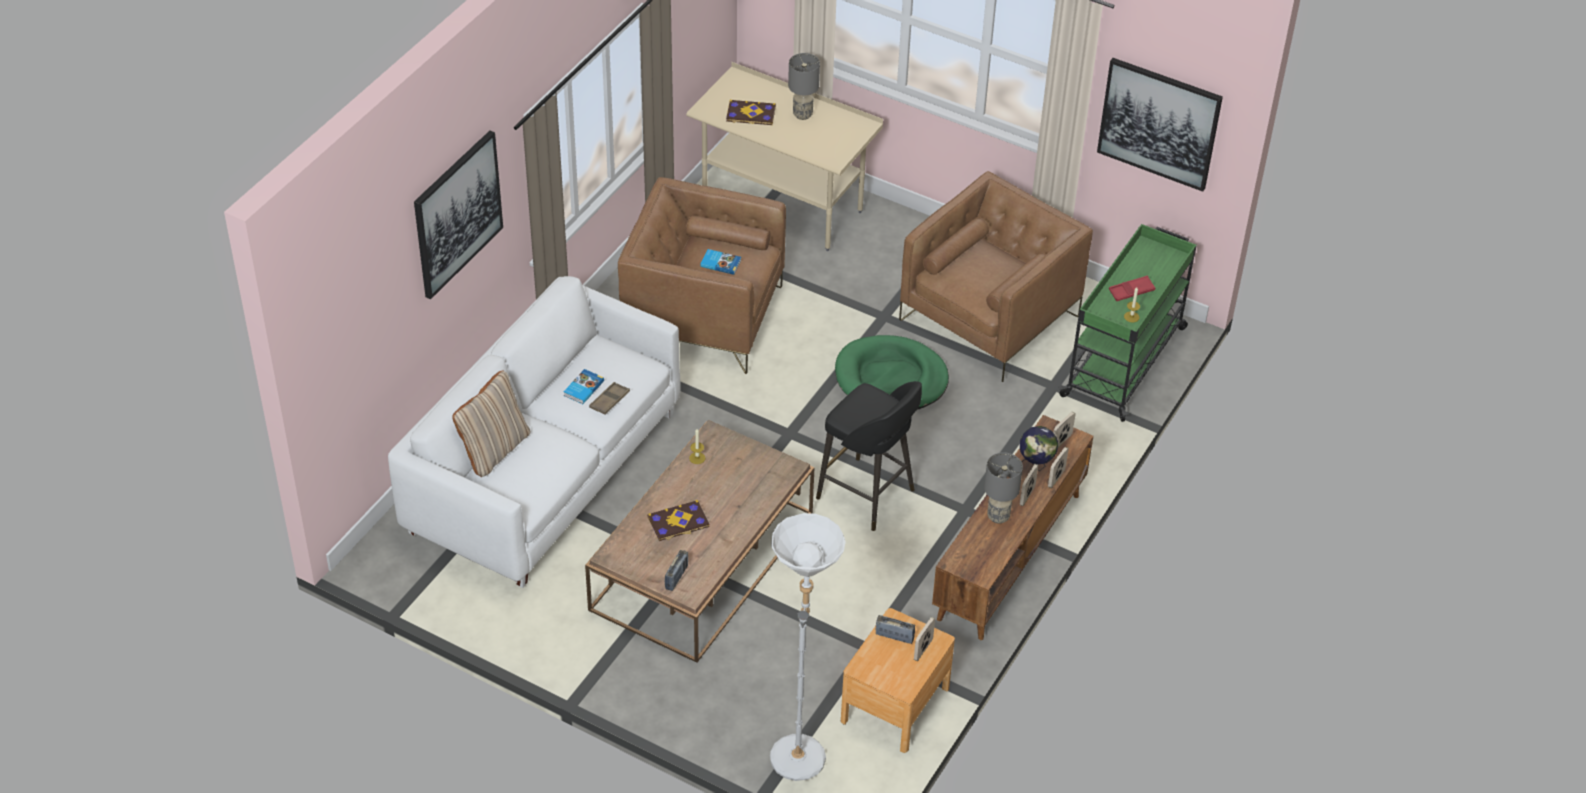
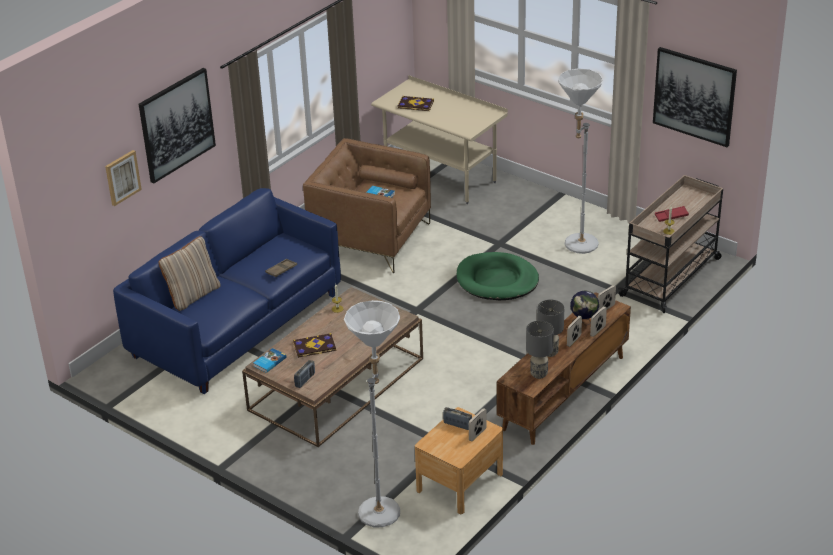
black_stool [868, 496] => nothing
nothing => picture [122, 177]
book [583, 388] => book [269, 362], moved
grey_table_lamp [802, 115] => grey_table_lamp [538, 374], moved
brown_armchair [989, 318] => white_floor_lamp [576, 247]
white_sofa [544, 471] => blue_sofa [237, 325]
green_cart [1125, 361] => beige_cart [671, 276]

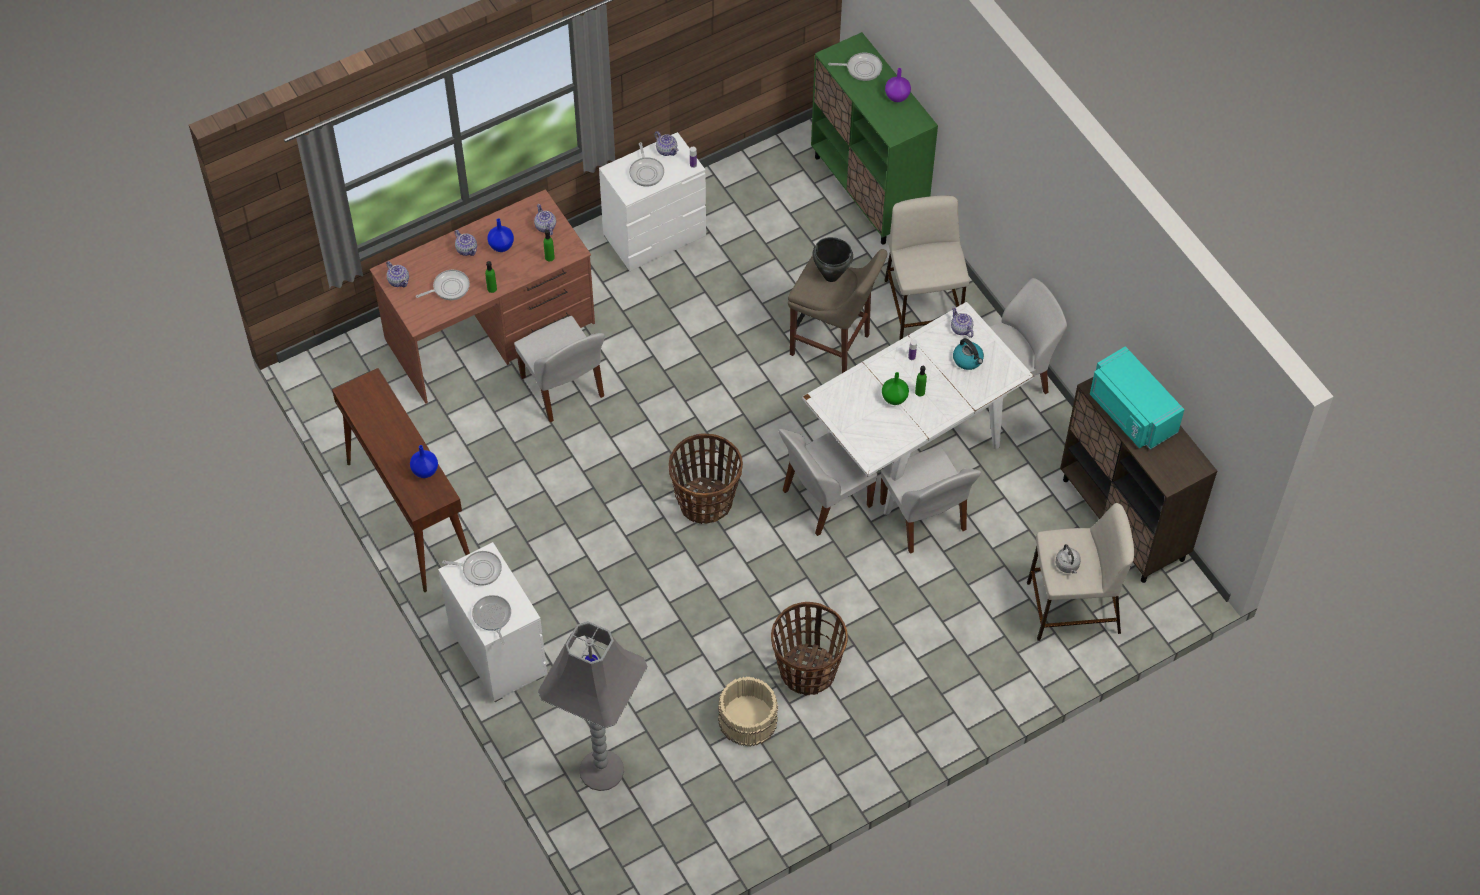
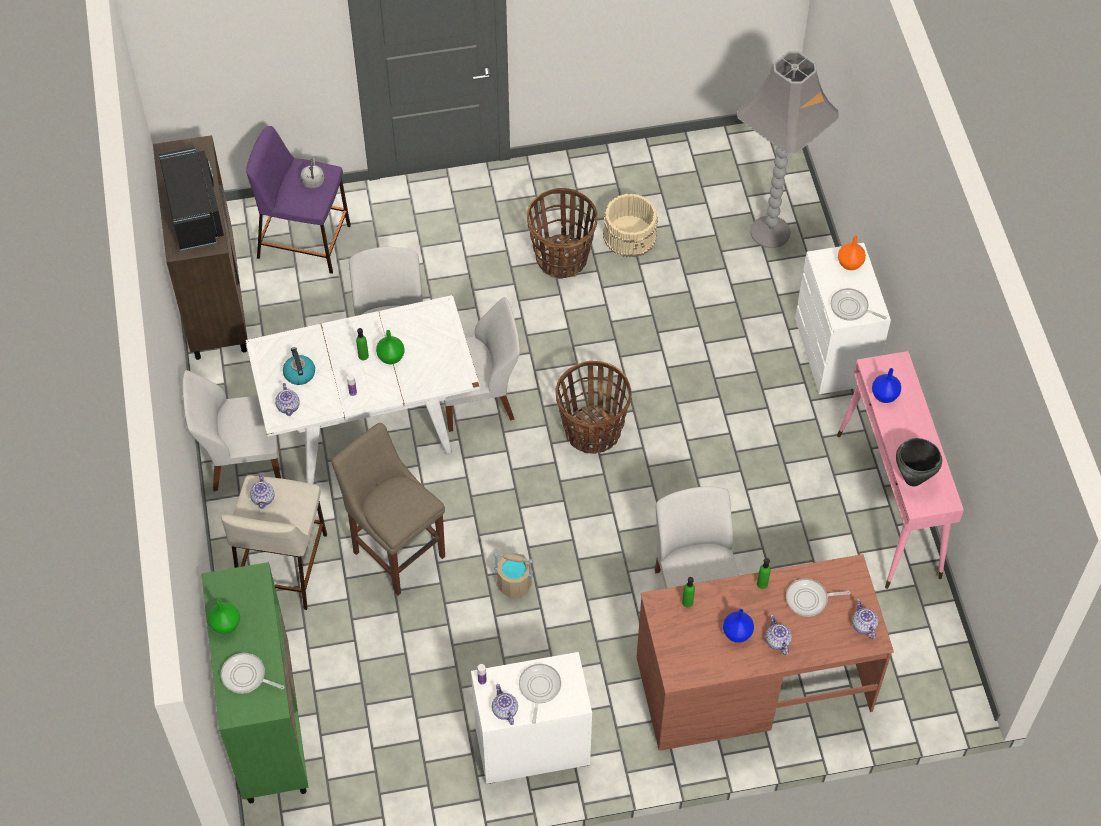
nothing => beige_bucket [514, 584]
teapot [545, 227] => teapot [263, 498], moved
black_cooking_pot [831, 275] => black_cooking_pot [913, 479], moved
frying_pan [492, 617] => orange_vase [850, 263]
brown_console_table [409, 514] => pink_console_table [888, 506]
purple_vase [897, 96] => green_vase [226, 625]
beige_stool [1072, 608] => purple_stool [305, 241]
turquoise_microwave [1130, 413] => black_microwave [196, 212]

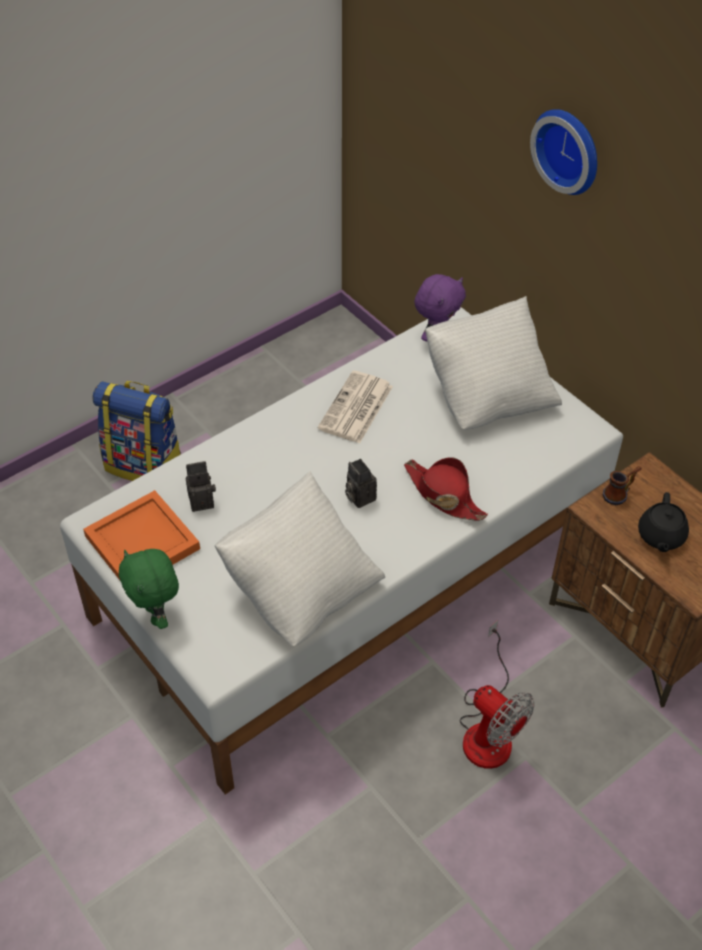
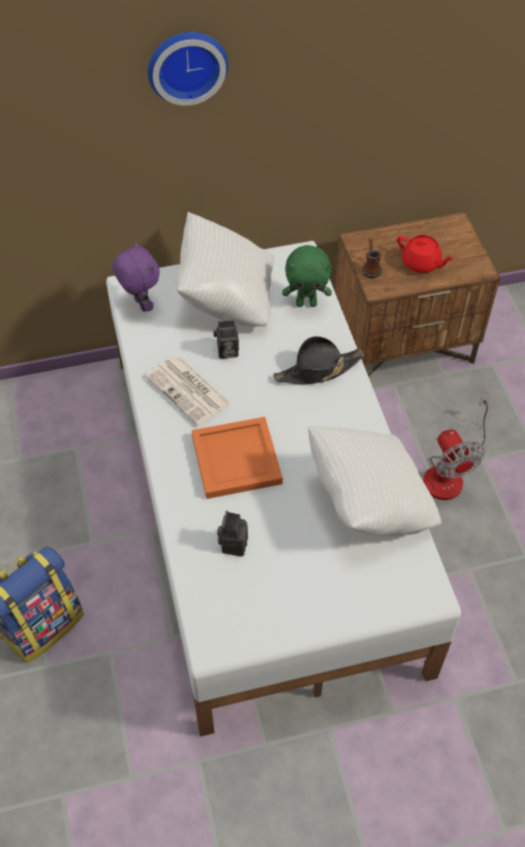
orange_tray [140, 542] => orange_tray [235, 461], moved
green_plush_toy [157, 615] => green_plush_toy [306, 303], moved
photo_camera [359, 496] => photo_camera [226, 352], moved
red_hat [443, 495] => black_hat [318, 370]
black_teapot [660, 536] => red_teapot [421, 263]
fan [488, 729] => fan [449, 472], 90 degrees clockwise

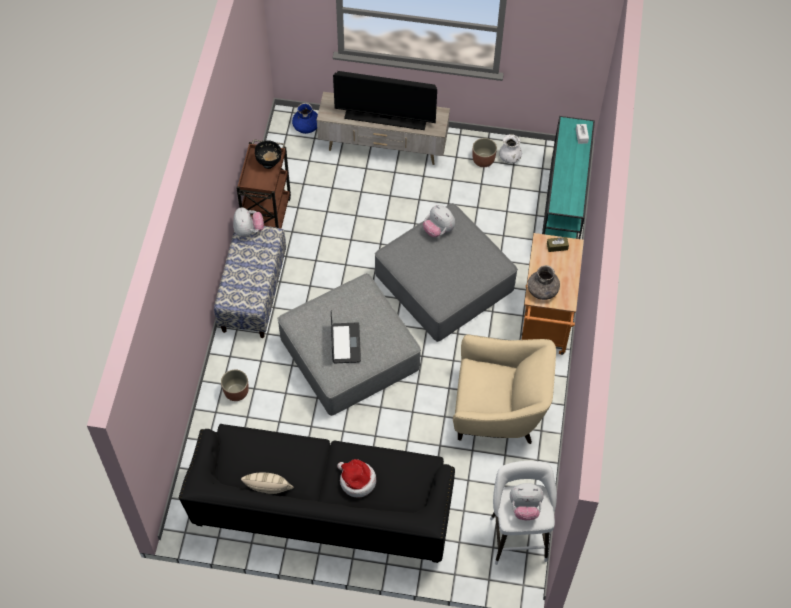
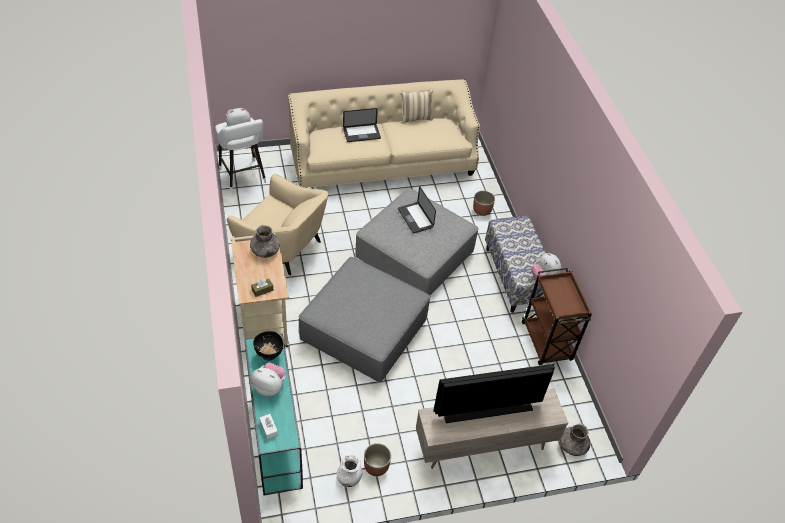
black_bowl [269, 163] => black_bowl [269, 355], moved
plush_toy [438, 230] => plush_toy [270, 387], moved
hat [356, 481] => laptop [361, 134]
black_sofa [323, 508] => beige_sofa [382, 162]
blue_vase [306, 126] => grey_vase [572, 446]
orange_cart [544, 325] => beige_cart [262, 318]
beige_armchair [498, 410] => beige_armchair [282, 246], 135 degrees counterclockwise

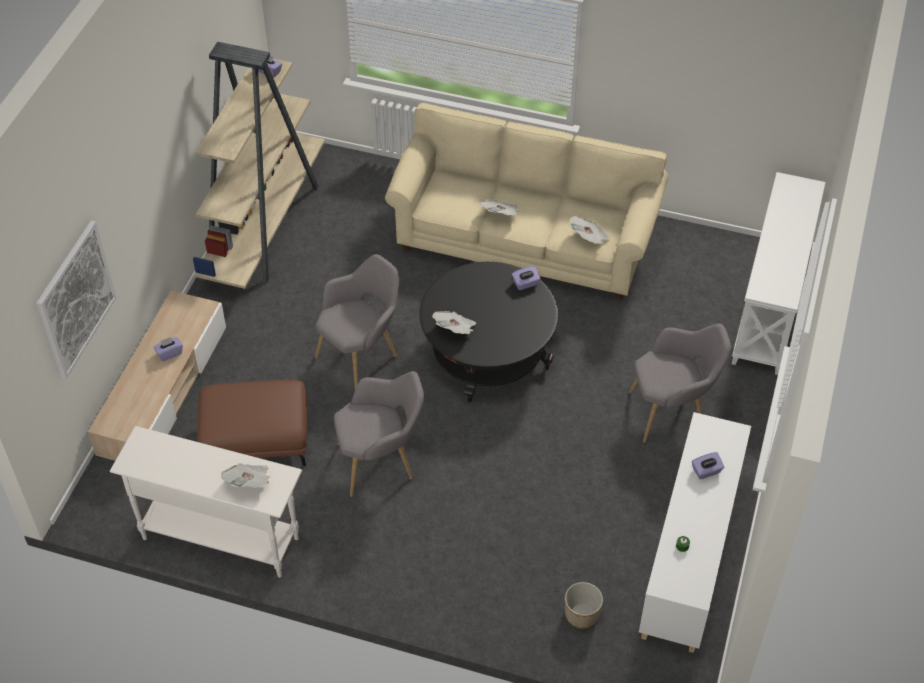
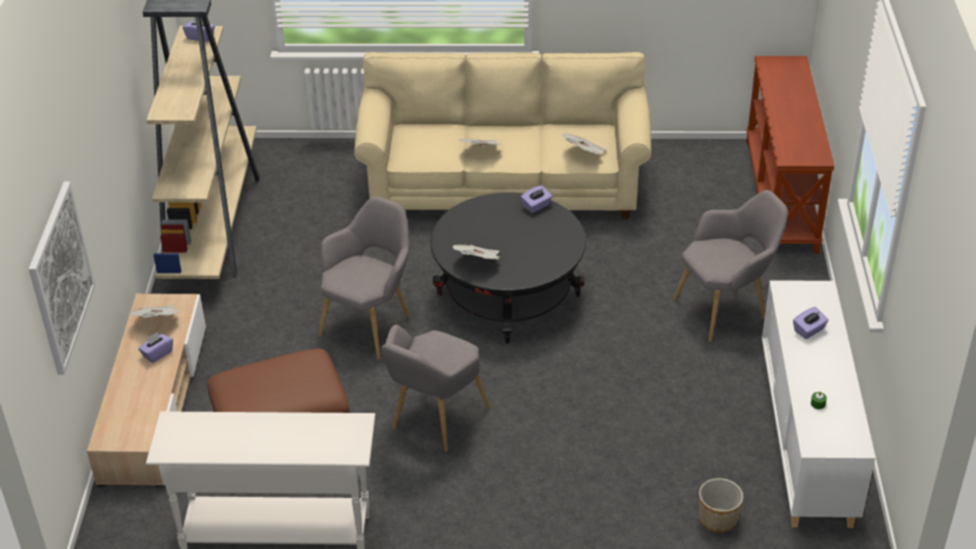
newspaper [249, 482] => newspaper [158, 321], moved
white_console_table [771, 306] => brown_console_table [782, 195]
grey_armchair [381, 462] => grey_armchair [434, 421], 150 degrees clockwise

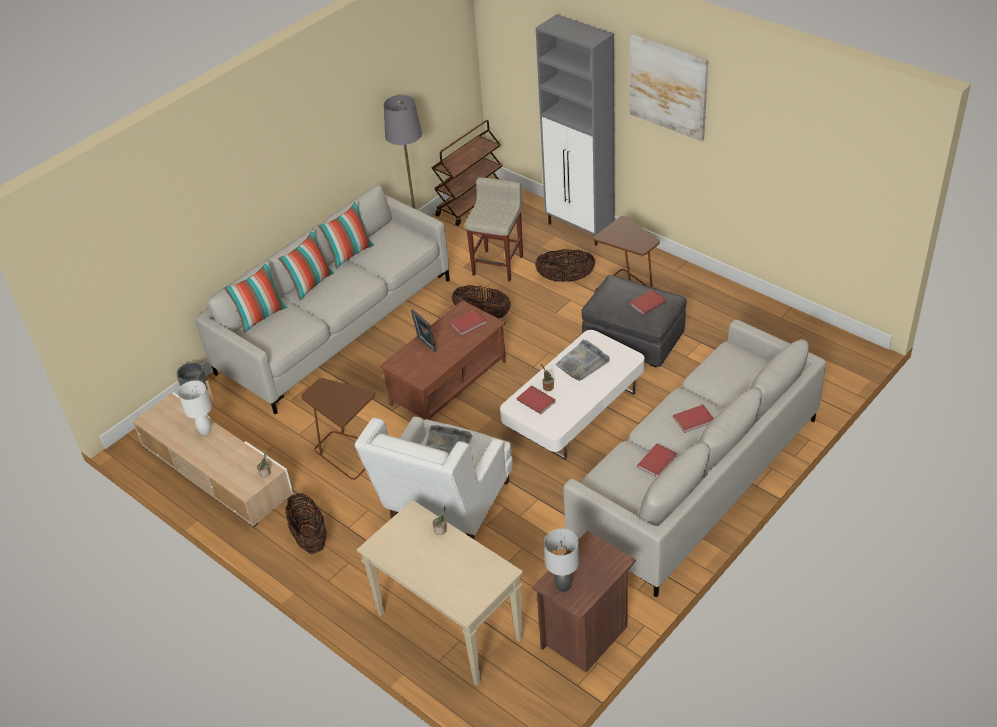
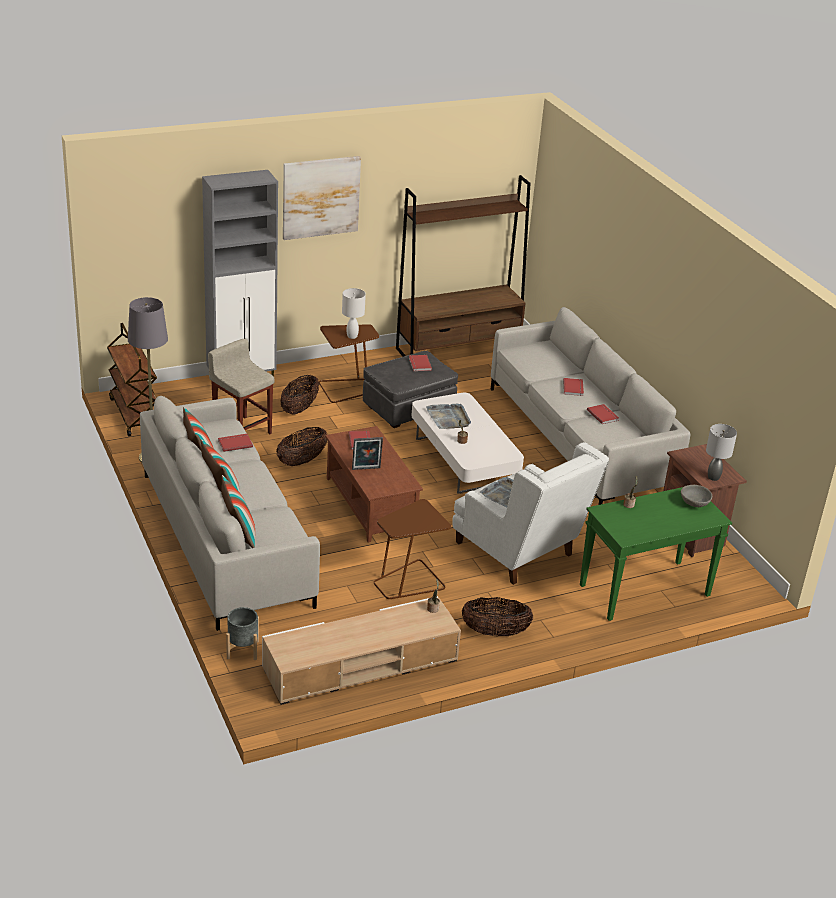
nothing => brown_bookcase [459, 348]
nothing => grey_bowl [694, 503]
white_table_lamp [205, 431] => white_table_lamp [352, 336], moved
red_book [536, 400] => red_book [234, 443], moved
beige_console_table [448, 626] => green_console_table [644, 591]

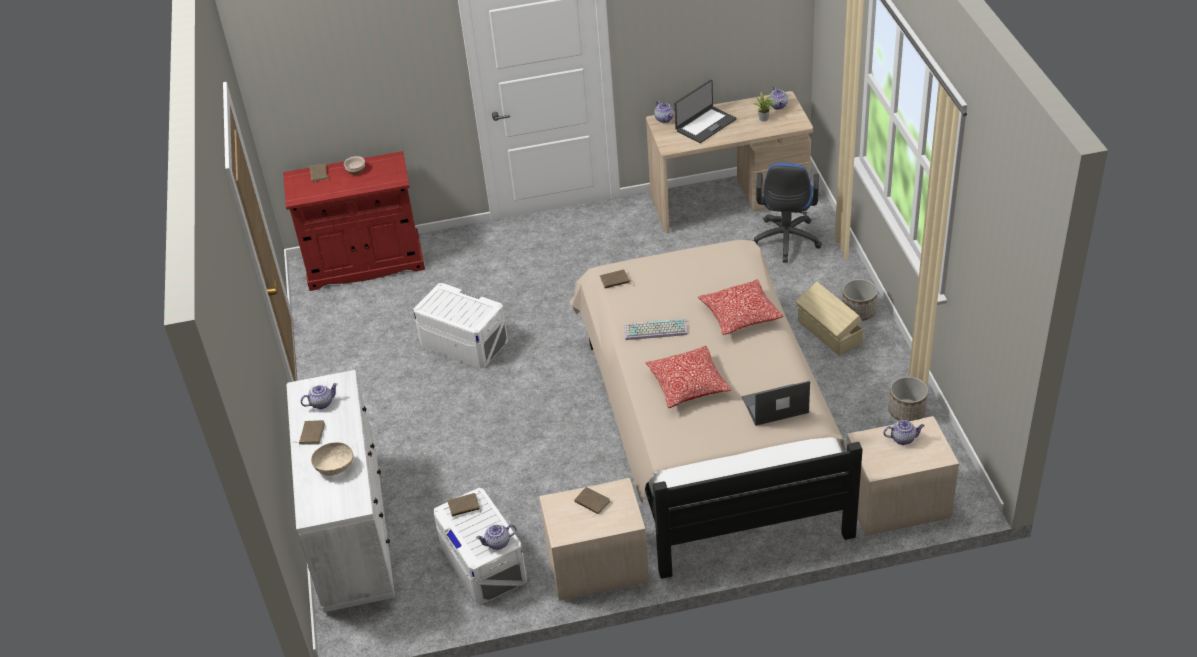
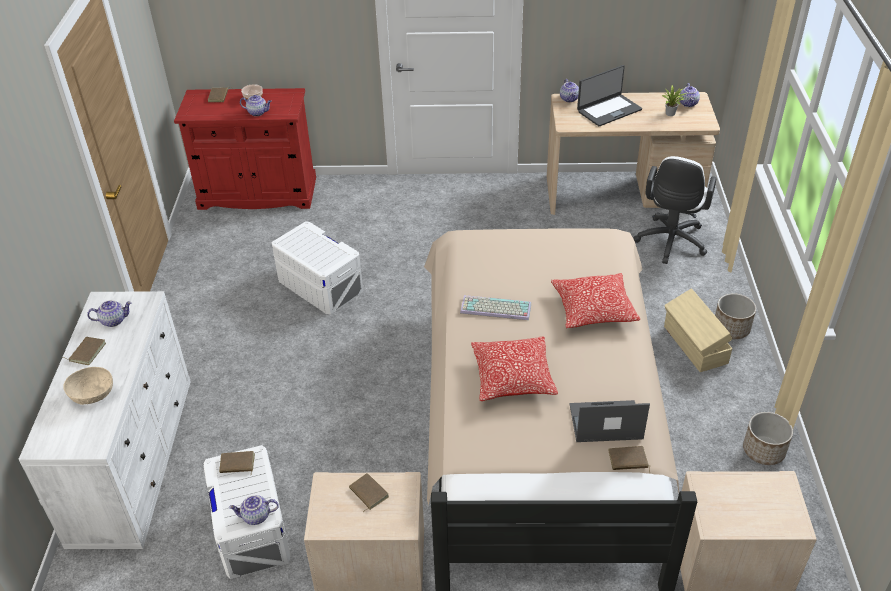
brown_book [615, 281] => brown_book [628, 461], moved
teapot [903, 438] => teapot [258, 112], moved
blue_office_chair [786, 242] => white_office_chair [670, 243]

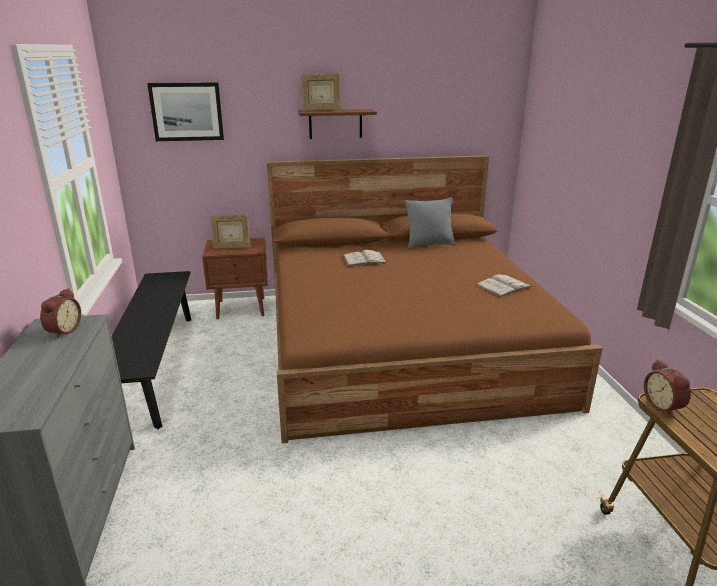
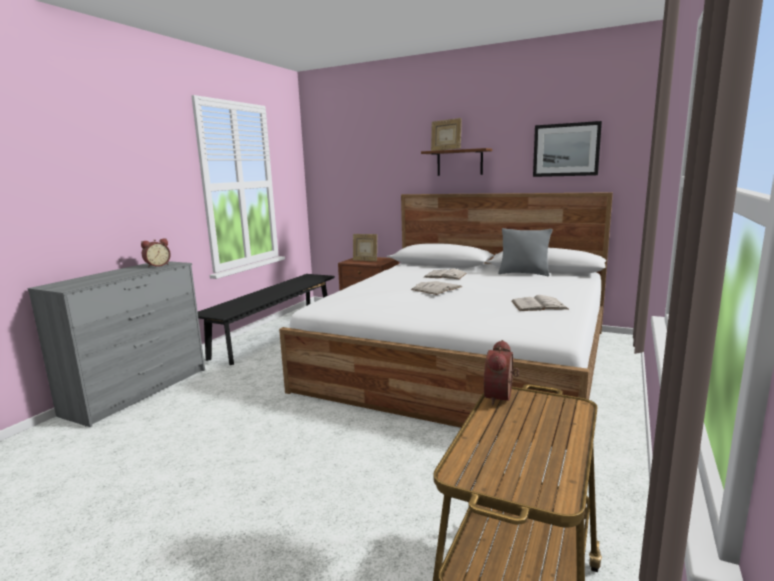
nothing => white_book [436, 288]
picture [187, 112] => picture [566, 150], moved
brown_bed [403, 343] => white_bed [464, 358]

